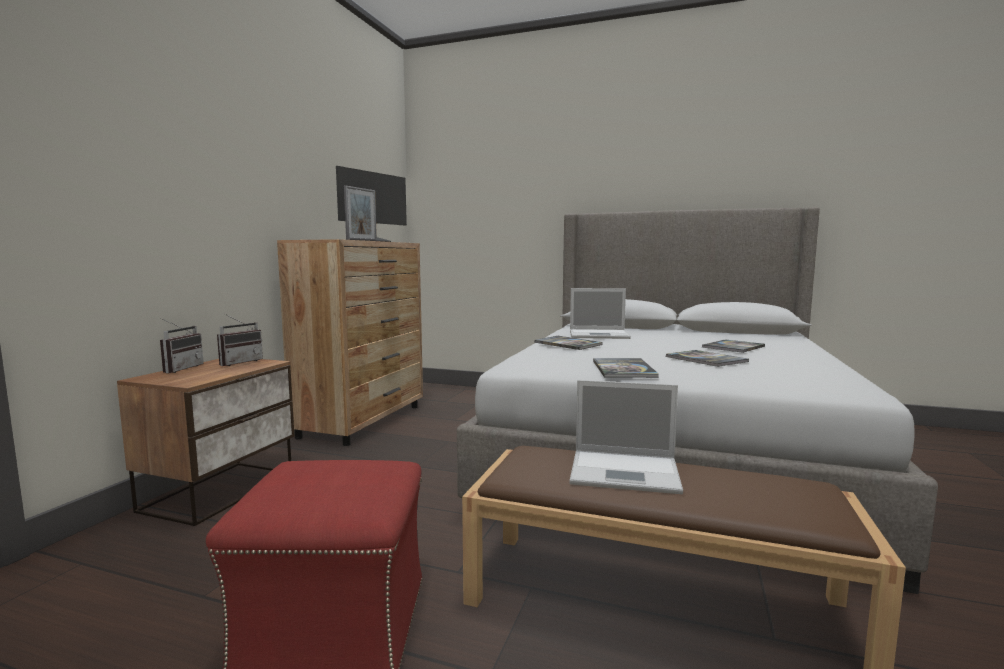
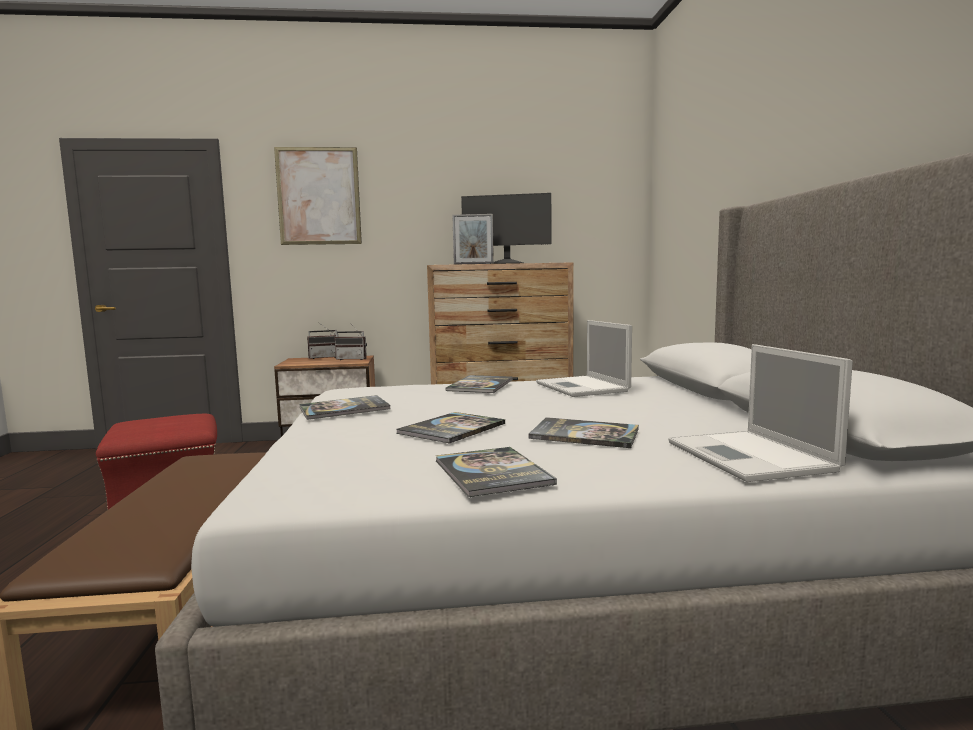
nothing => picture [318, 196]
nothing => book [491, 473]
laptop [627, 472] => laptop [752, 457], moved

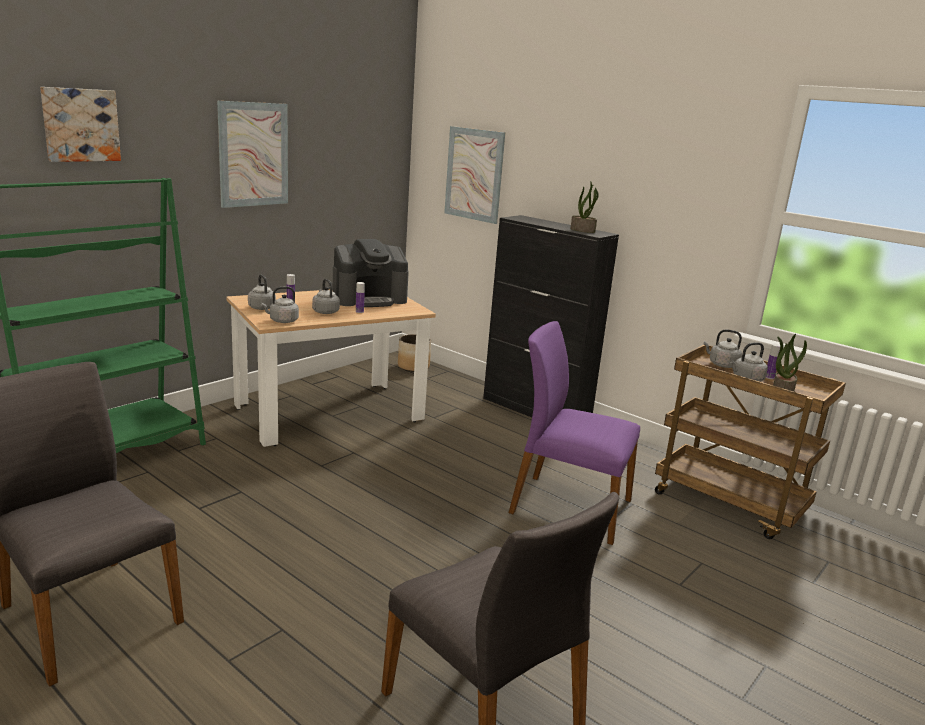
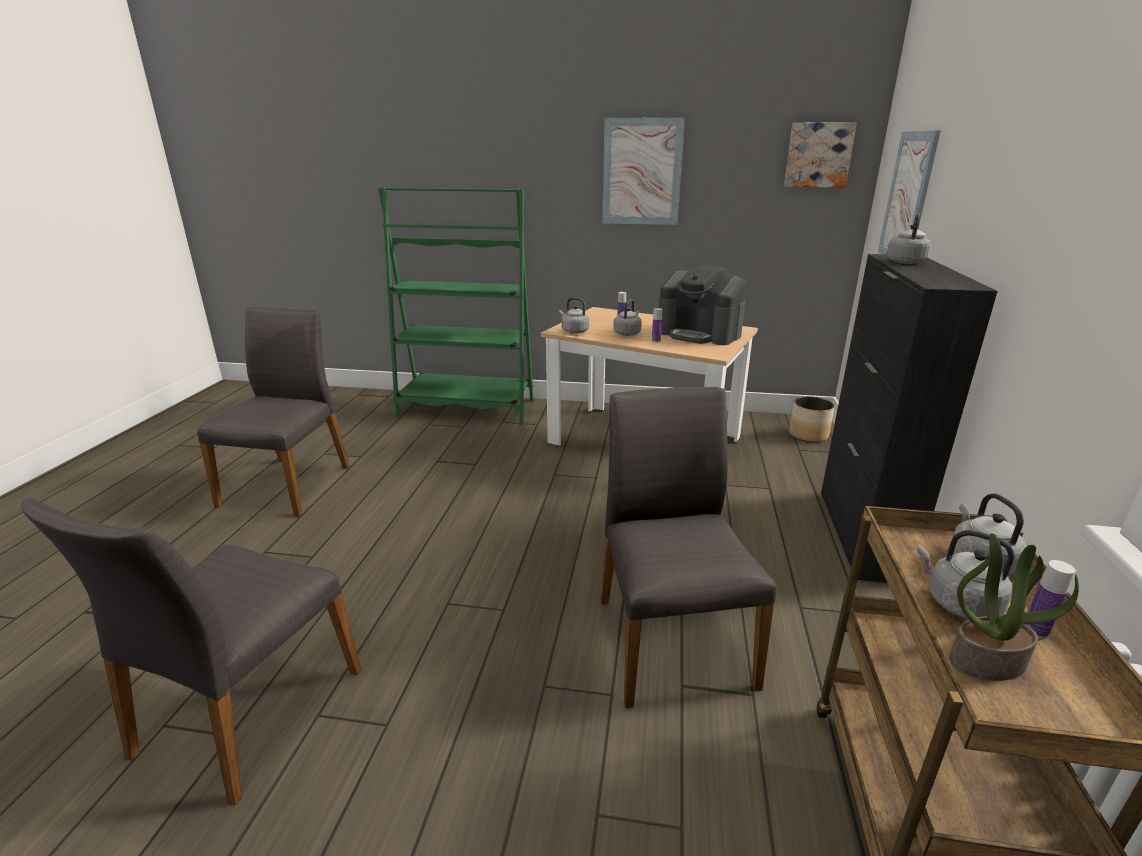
potted_plant [583, 230] => nothing
picture [80, 125] => picture [818, 155], moved
grey_kettle [261, 307] => grey_kettle [905, 262], moved
purple_chair [569, 506] => grey_chair [670, 639]

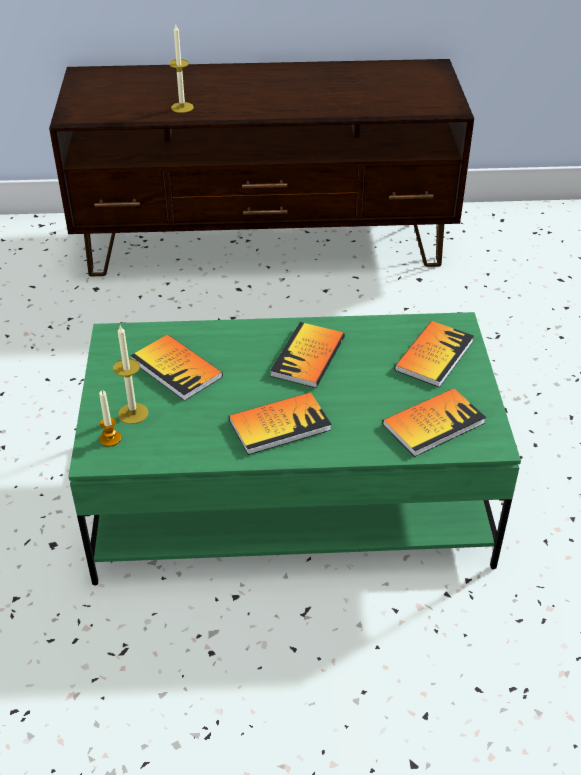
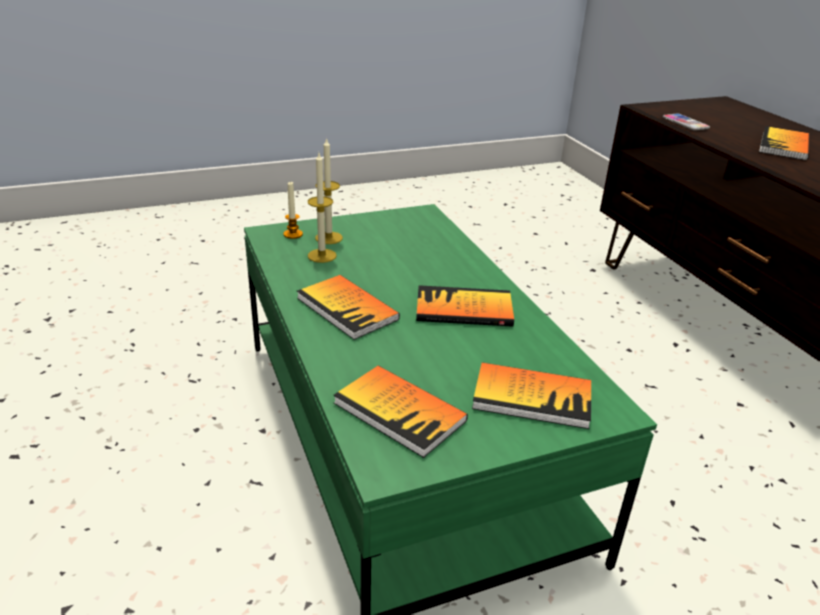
nothing => phone [685, 123]
book [176, 369] => book [784, 145], moved
candle [182, 107] => candle [322, 255], moved

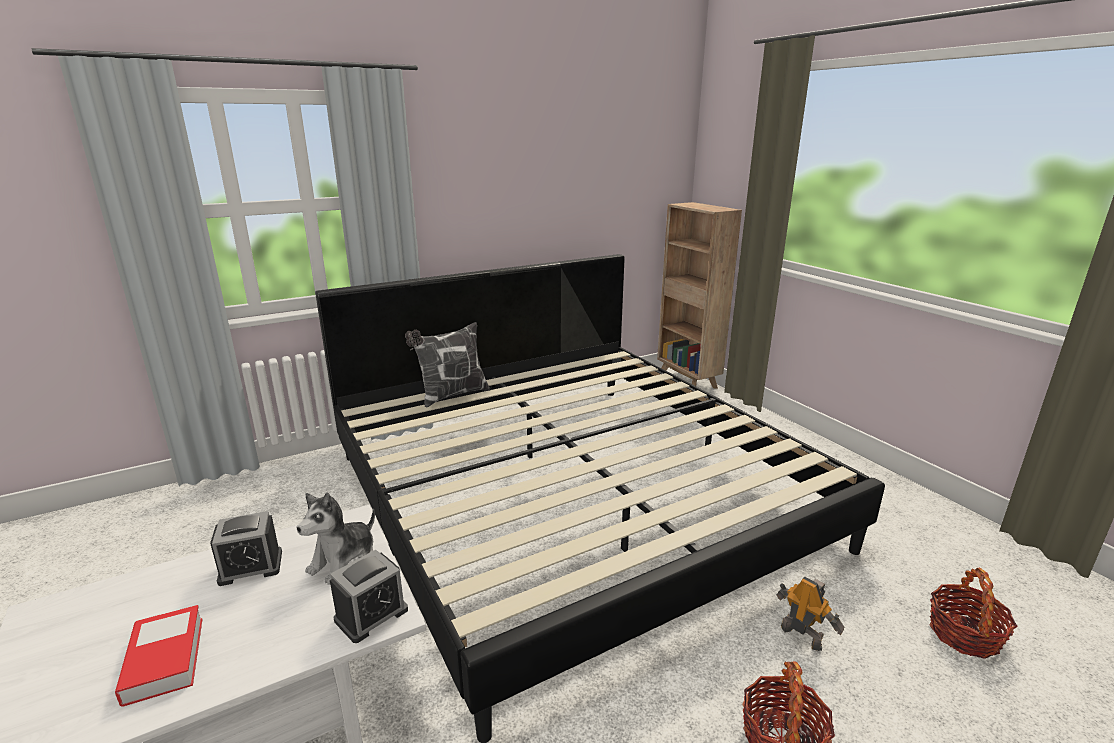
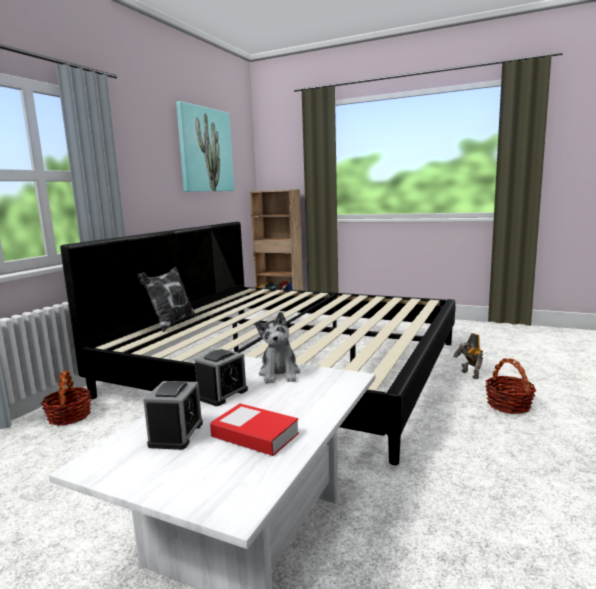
nothing => picture [205, 150]
alarm_clock [371, 615] => alarm_clock [176, 434], moved
basket [964, 634] => basket [69, 416], moved
toy_robot [801, 636] => toy_robot [469, 375], 120 degrees counterclockwise

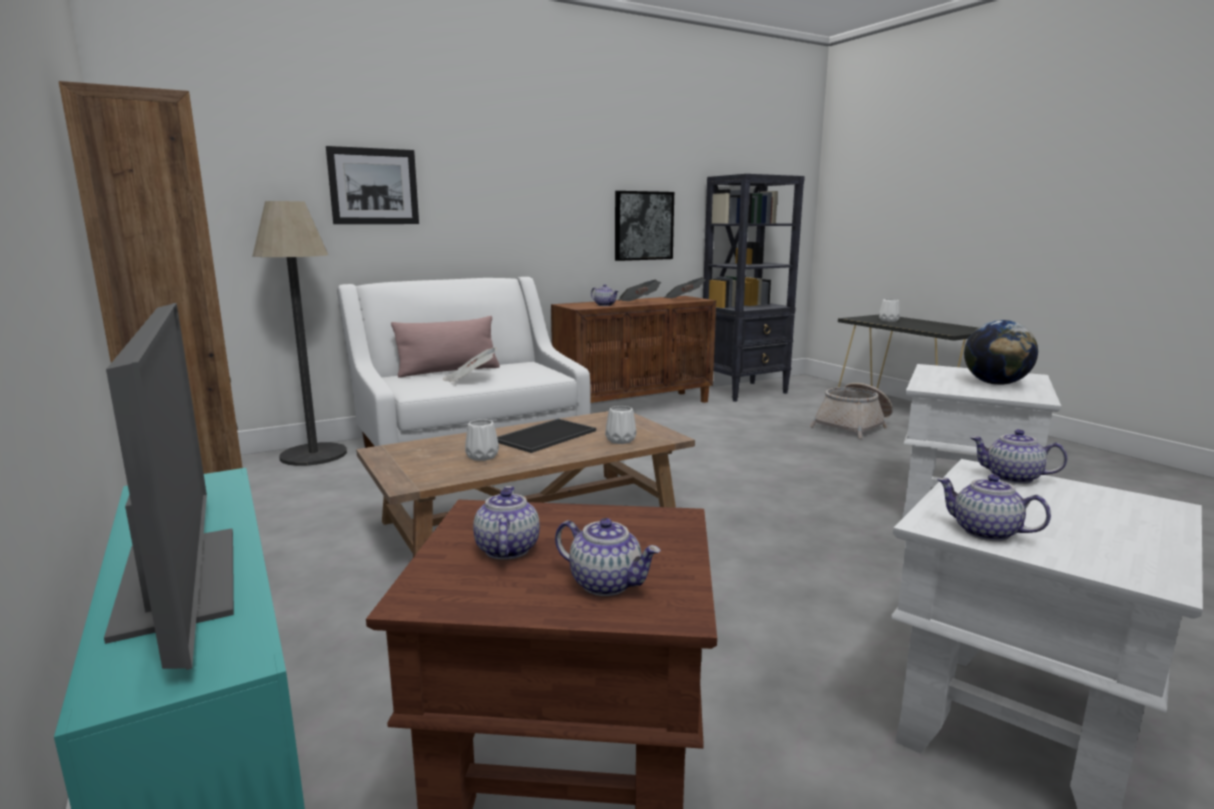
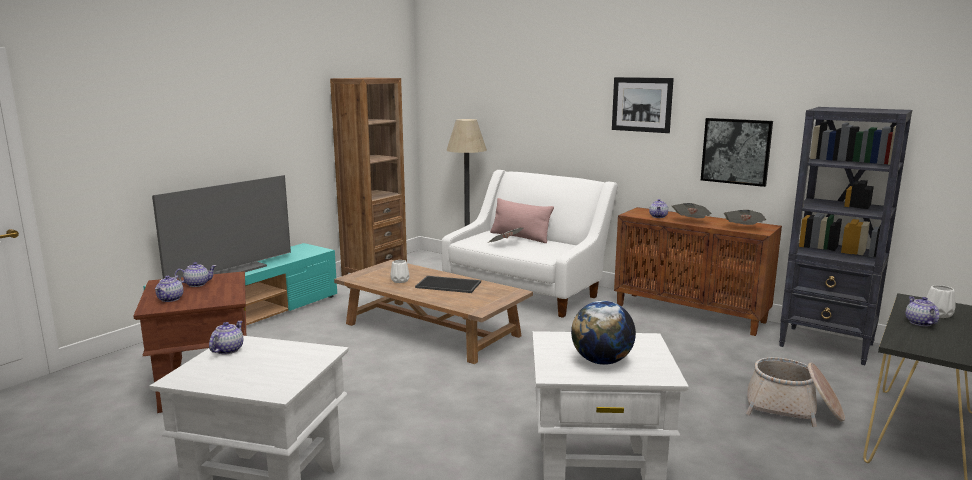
white_vase [620, 440] => nothing
picture [374, 186] => picture [641, 104], moved
teapot [1012, 478] => teapot [919, 323], moved

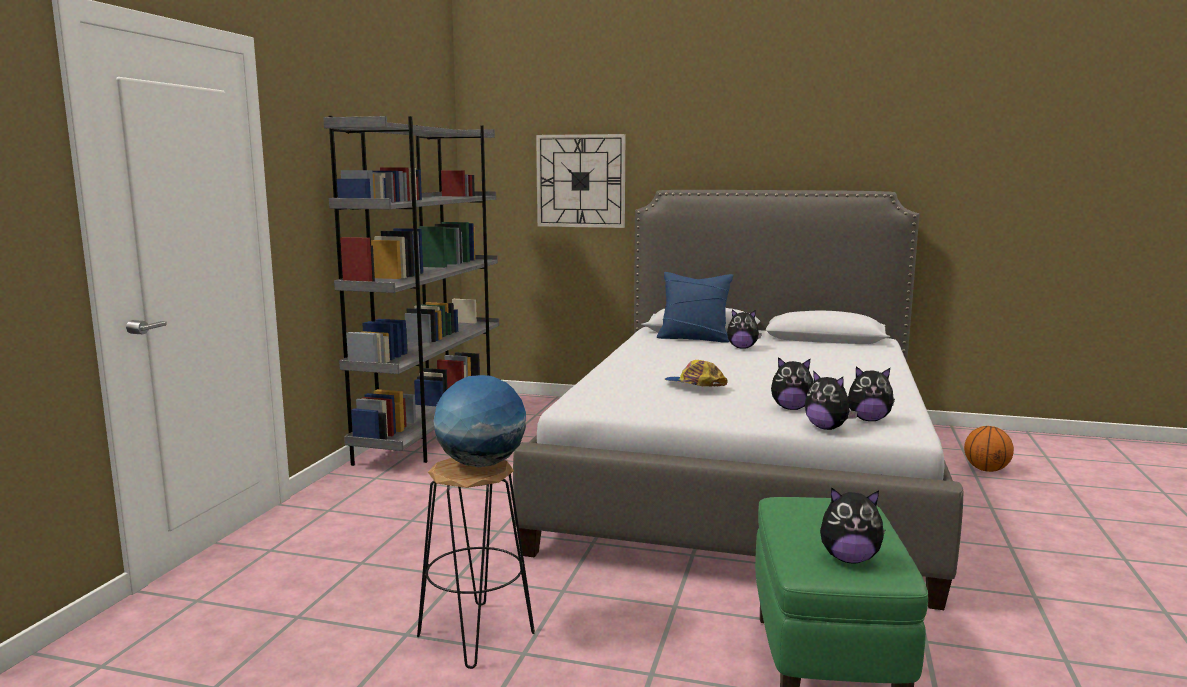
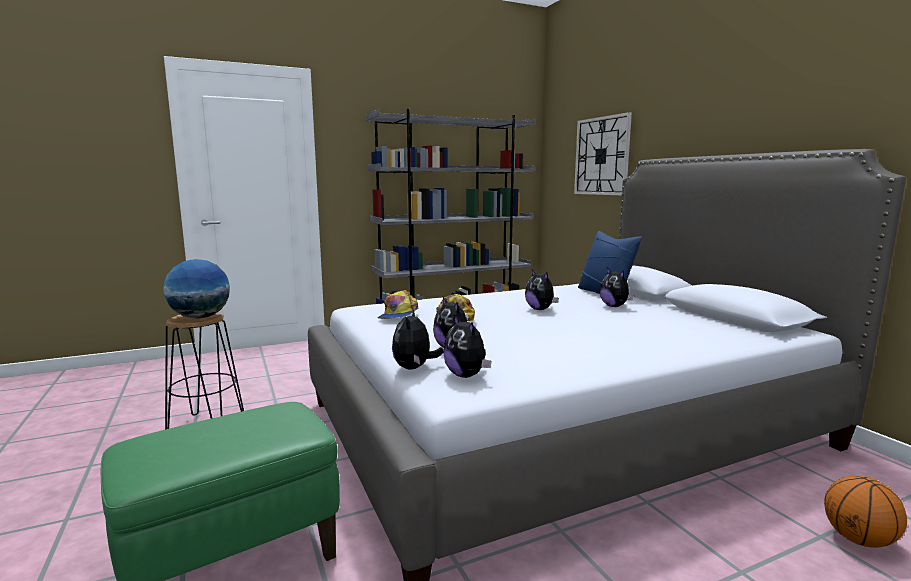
nothing => cap [398, 314]
plush_toy [849, 559] => plush_toy [540, 309], moved

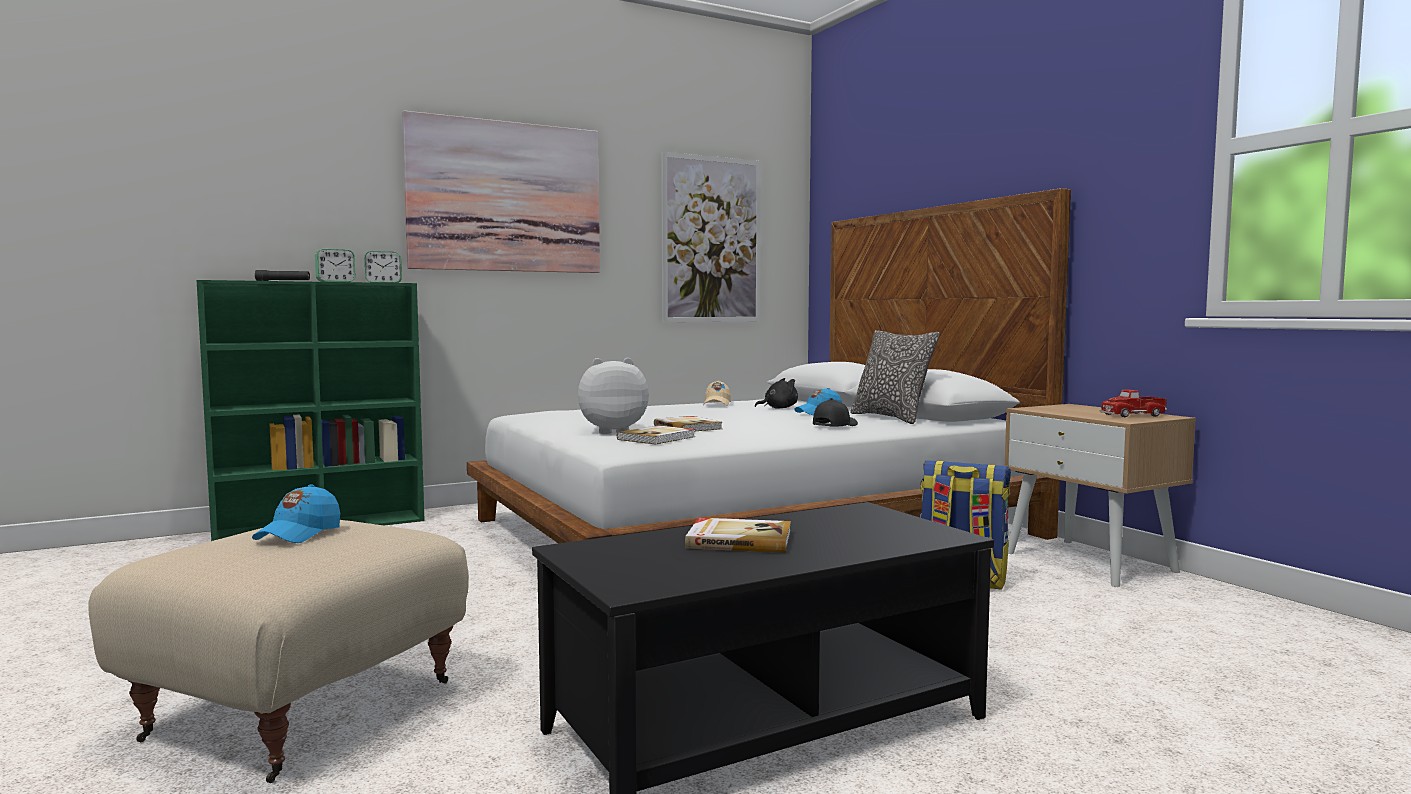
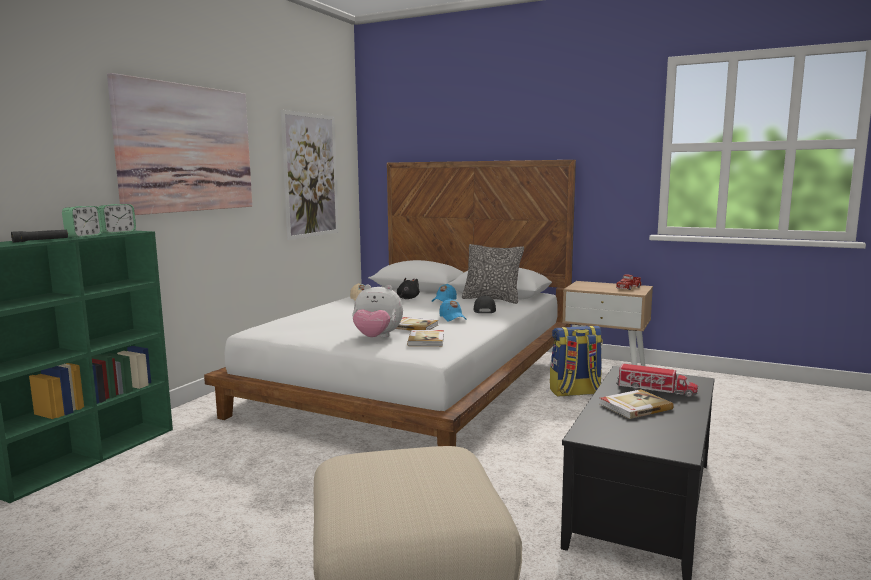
nothing => toy_truck [656, 390]
blue_cap [299, 534] => blue_cap [452, 318], moved
plush_toy [612, 431] => plush_toy [377, 338], 120 degrees counterclockwise

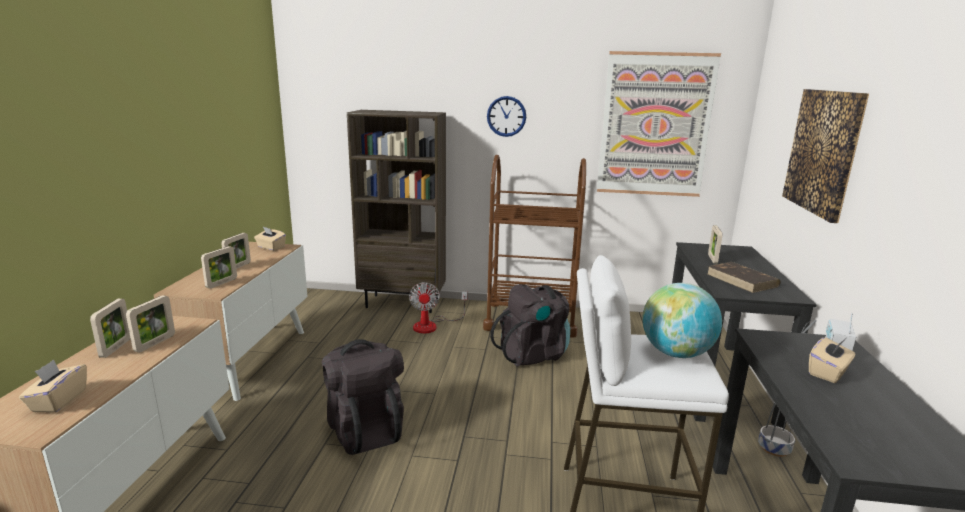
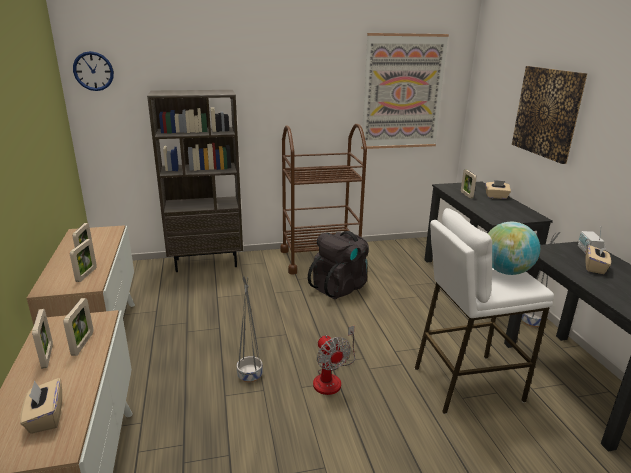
brown_book [742, 280] => nothing
beige_tissue_box [271, 247] => beige_tissue_box [496, 197], moved
fan [432, 325] => fan [331, 378], moved
wall_clock [506, 116] => wall_clock [93, 71], moved
black_backpack [365, 429] => grey_planter [250, 376]

